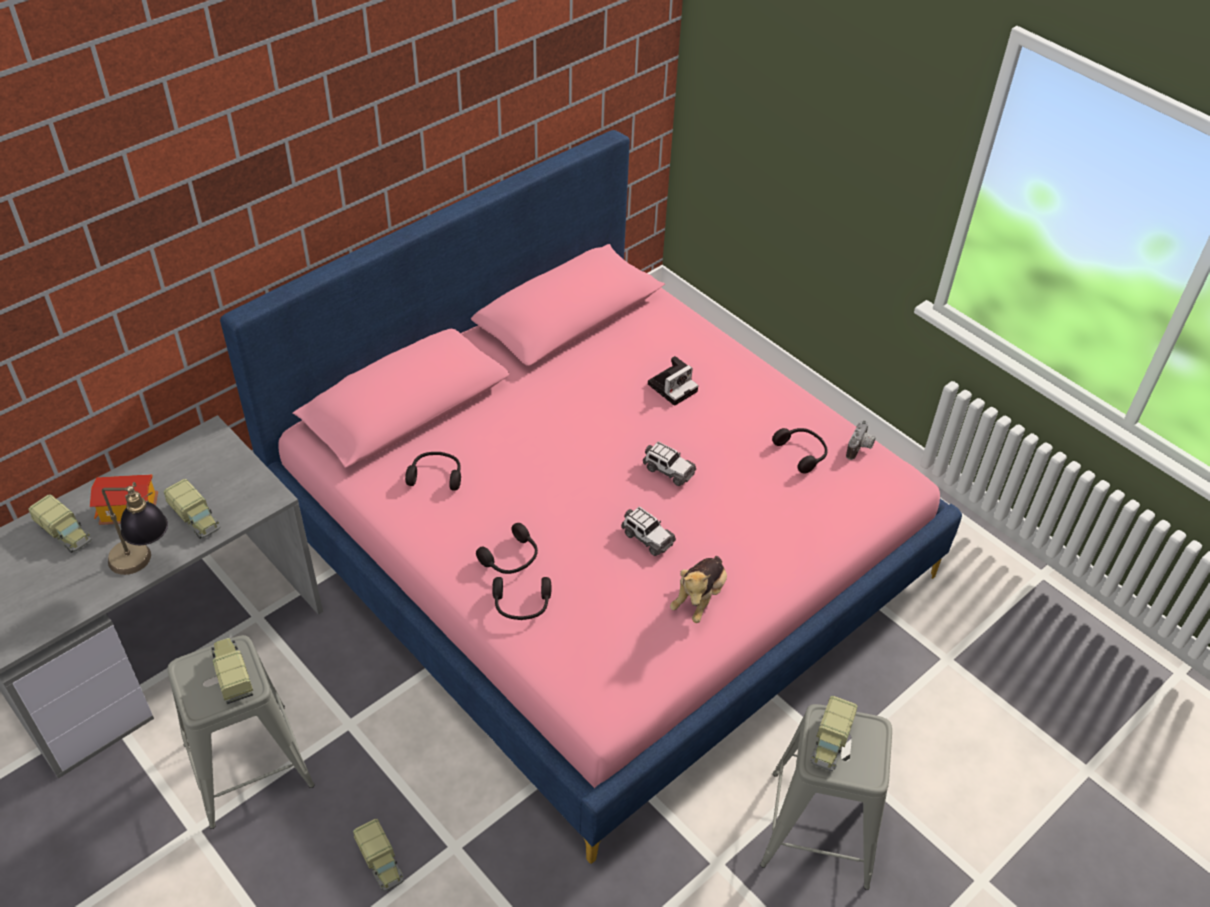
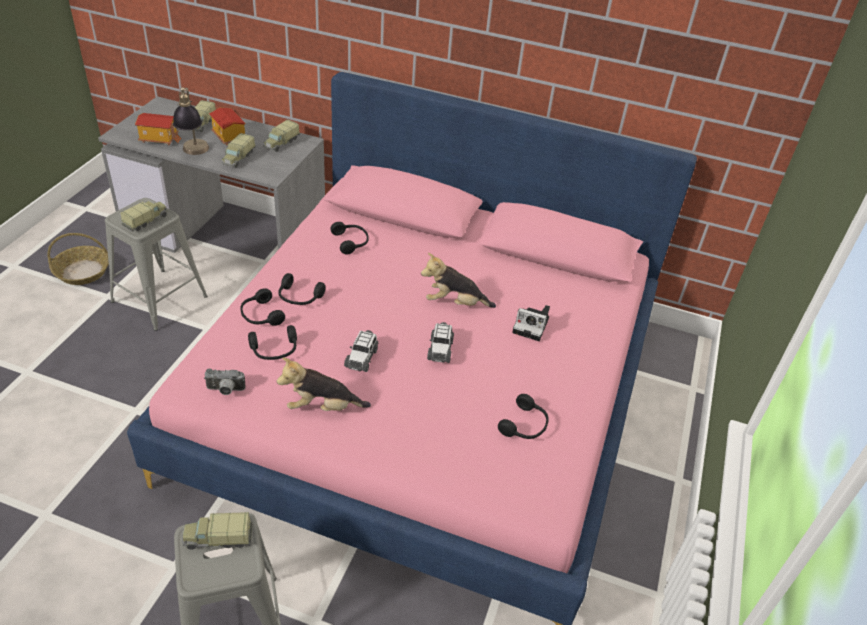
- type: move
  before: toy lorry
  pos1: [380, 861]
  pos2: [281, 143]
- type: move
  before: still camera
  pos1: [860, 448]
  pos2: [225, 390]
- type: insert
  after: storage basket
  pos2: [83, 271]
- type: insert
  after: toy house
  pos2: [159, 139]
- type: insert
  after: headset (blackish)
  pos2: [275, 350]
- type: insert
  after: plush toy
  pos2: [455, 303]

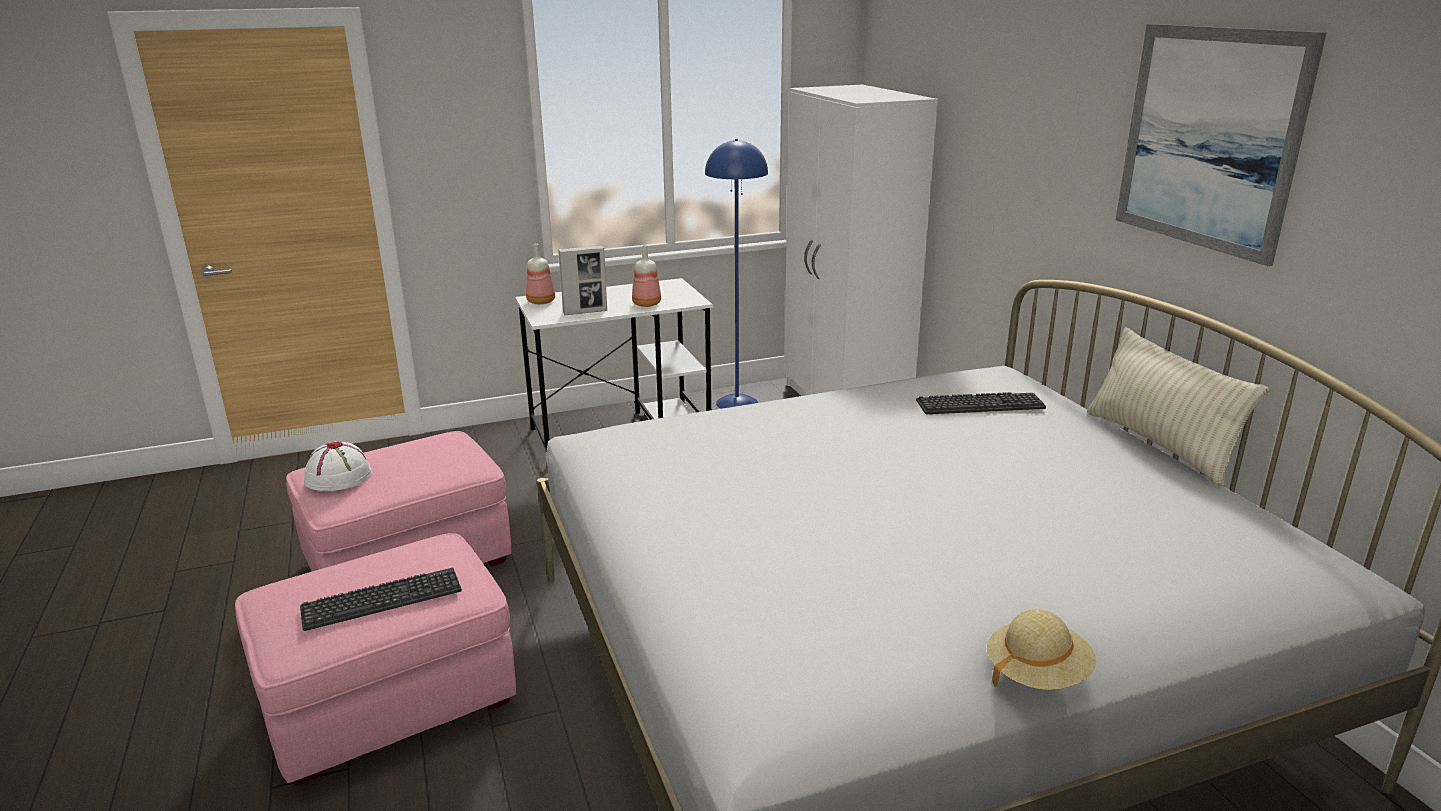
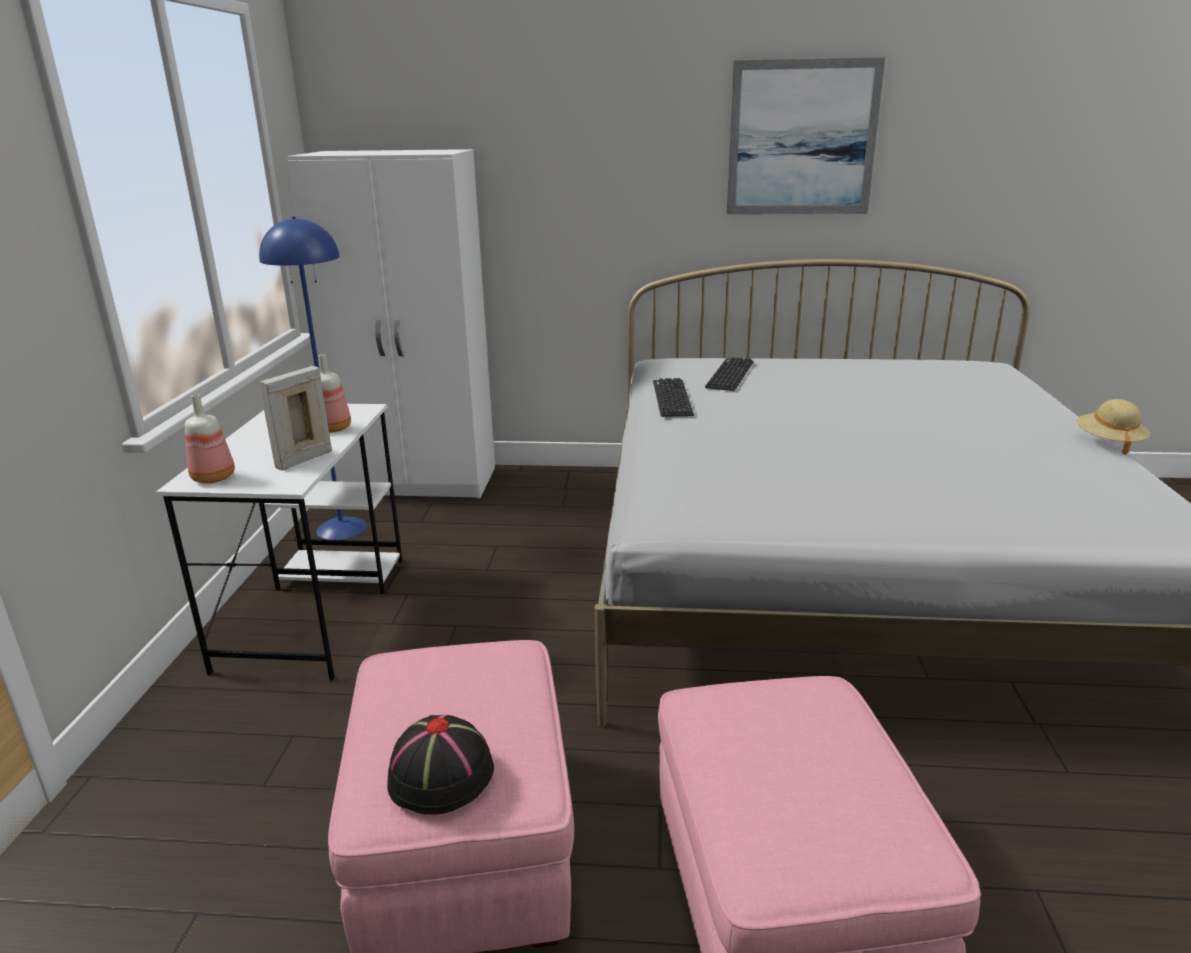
- type: move
  before: PC keyboard
  pos1: [382, 599]
  pos2: [672, 398]
- type: recolor
  before: clothing hat (whitish)
  after: clothing hat (blackish)
  pos1: [338, 477]
  pos2: [440, 776]
- type: rotate
  before: picture frame
  pos1: [585, 312]
  pos2: [304, 460]
  turn: -150
- type: delete
  before: pillow (beige)
  pos1: [1159, 445]

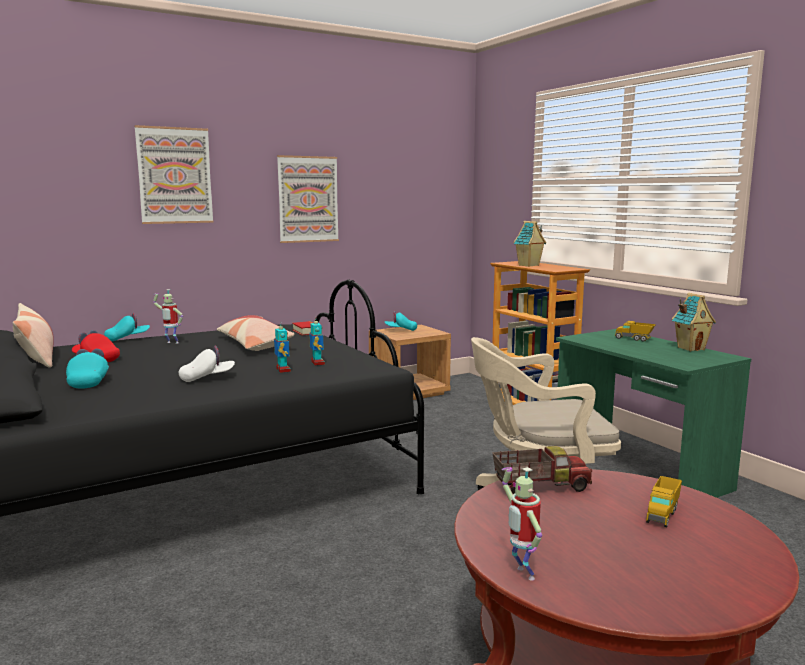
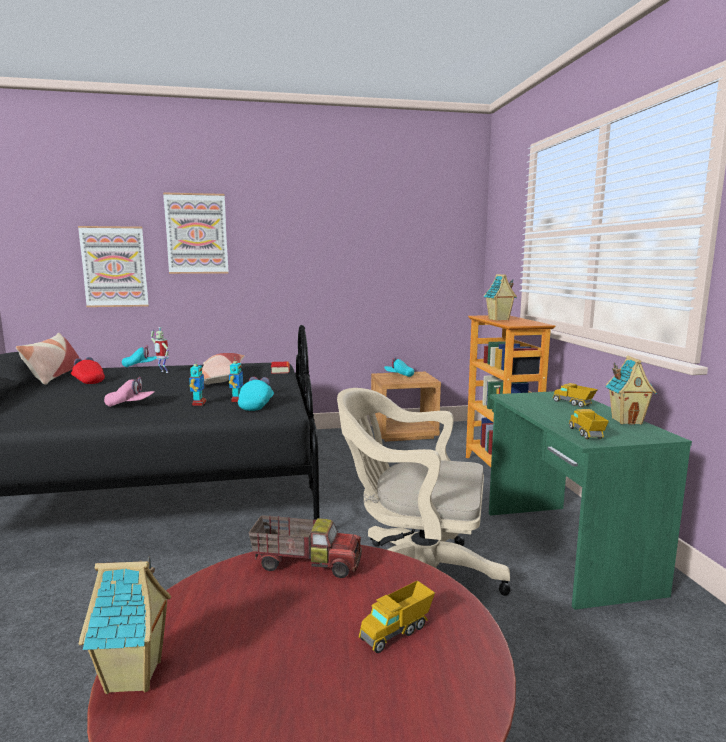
- type: move
  before: cap (turquoise)
  pos1: [89, 382]
  pos2: [256, 405]
- type: recolor
  before: cap (whitish)
  after: cap (pink)
  pos1: [207, 378]
  pos2: [130, 405]
- type: move
  before: wall art
  pos1: [308, 199]
  pos2: [114, 267]
- type: replace
  before: toy robot
  after: toy house
  pos1: [522, 574]
  pos2: [135, 677]
- type: insert
  after: toy lorry
  pos2: [586, 434]

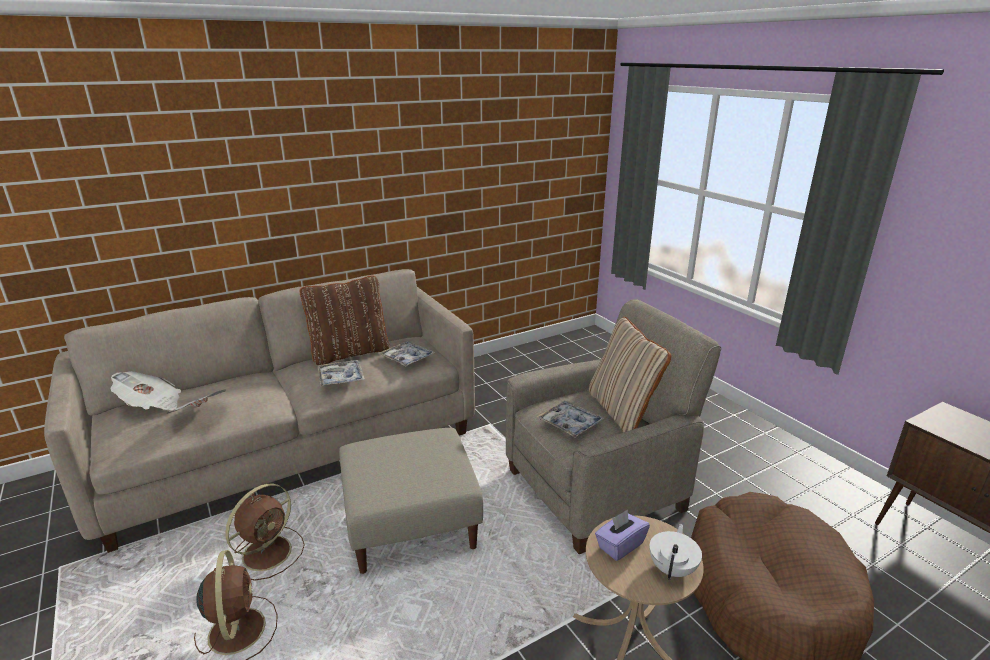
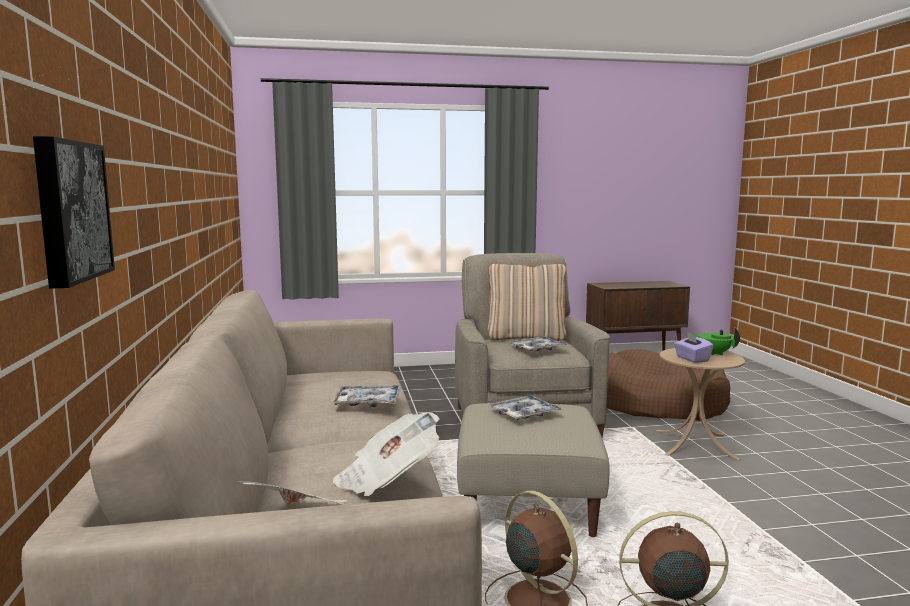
- type: delete
  before: pillow (brown)
  pos1: [350, 353]
- type: move
  before: serving tray
  pos1: [407, 358]
  pos2: [524, 414]
- type: recolor
  before: teapot (whitish)
  after: teapot (green)
  pos1: [672, 569]
  pos2: [714, 353]
- type: insert
  after: wall art
  pos2: [69, 211]

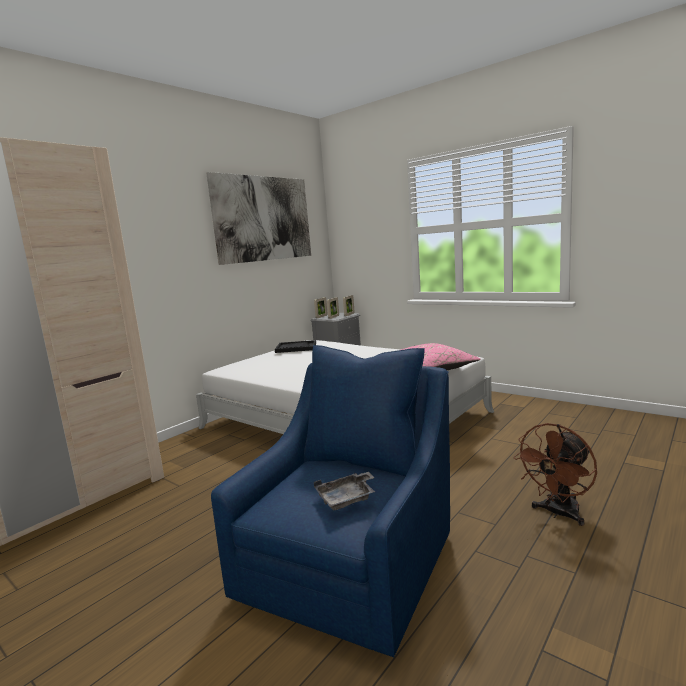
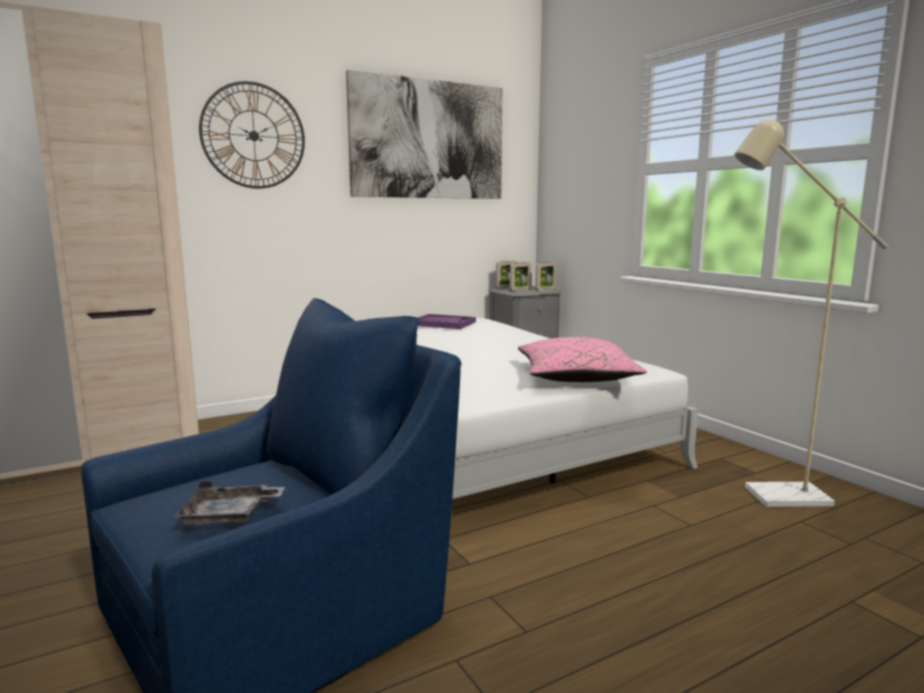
- type: recolor
  before: serving tray (blackish)
  after: serving tray (purple)
  pos1: [296, 348]
  pos2: [443, 323]
- type: delete
  before: cooling fan (brown)
  pos1: [558, 513]
- type: insert
  after: hanging clock
  pos2: [253, 136]
- type: insert
  after: standard lamp (beige)
  pos2: [774, 496]

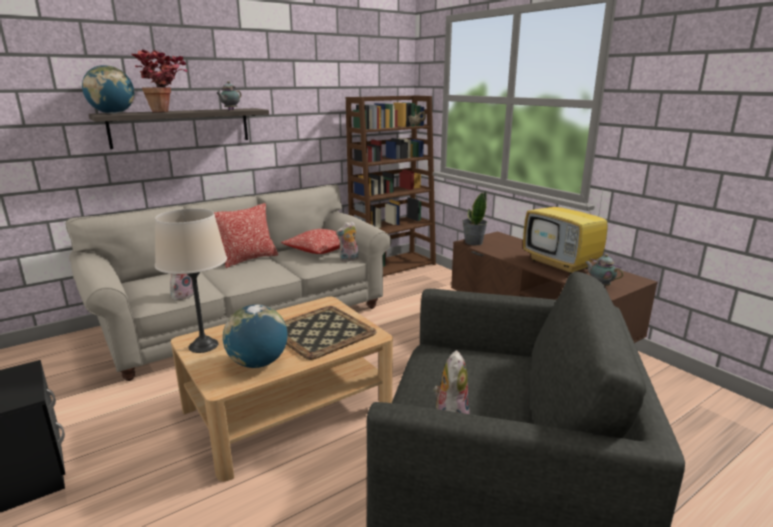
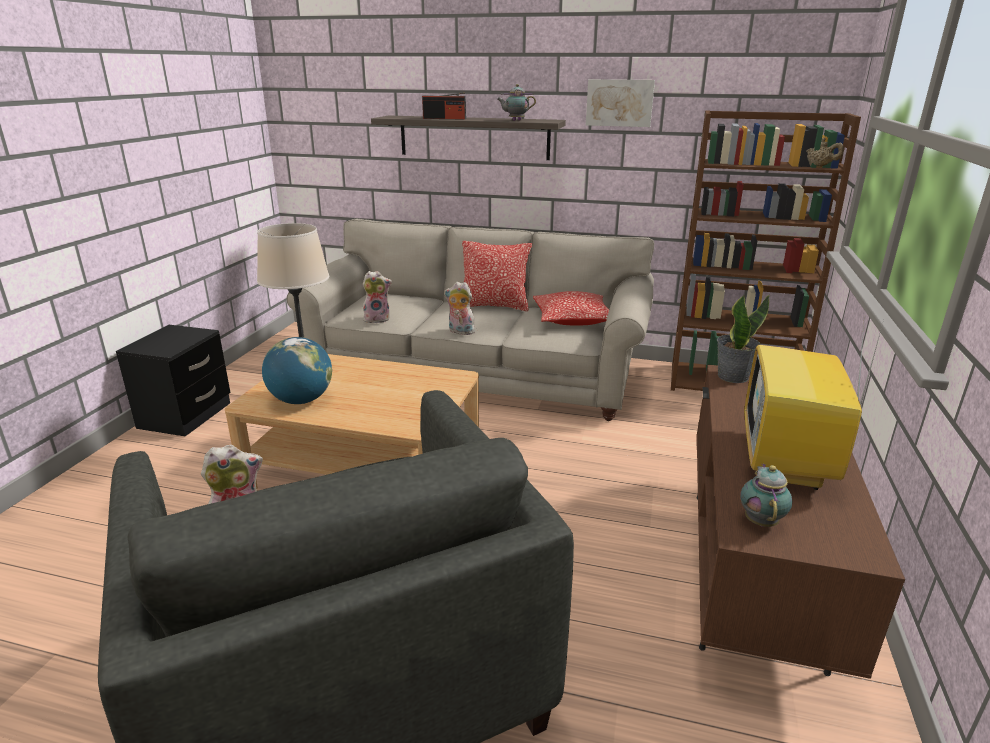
- type: delete
  before: desk globe
  pos1: [113, 113]
- type: replace
  before: houseplant
  after: radio receiver
  pos1: [166, 112]
  pos2: [444, 118]
- type: delete
  before: serving tray
  pos1: [322, 332]
- type: move
  before: plush toy
  pos1: [349, 259]
  pos2: [460, 332]
- type: insert
  after: wall art
  pos2: [619, 103]

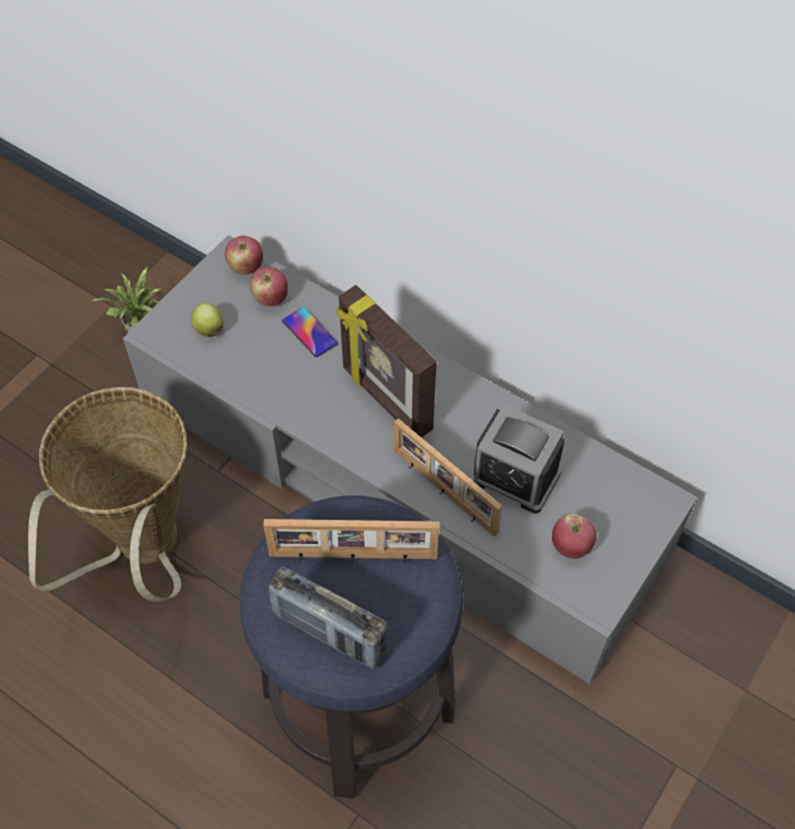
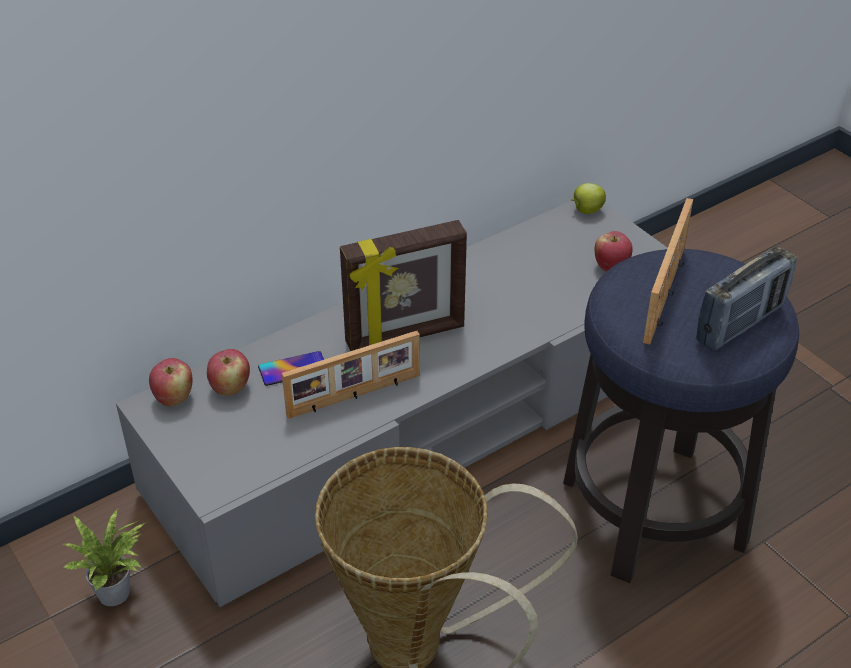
- type: move
  before: whole apple
  pos1: [209, 329]
  pos2: [586, 210]
- type: move
  before: picture frame
  pos1: [443, 492]
  pos2: [355, 396]
- type: delete
  before: table clock
  pos1: [514, 476]

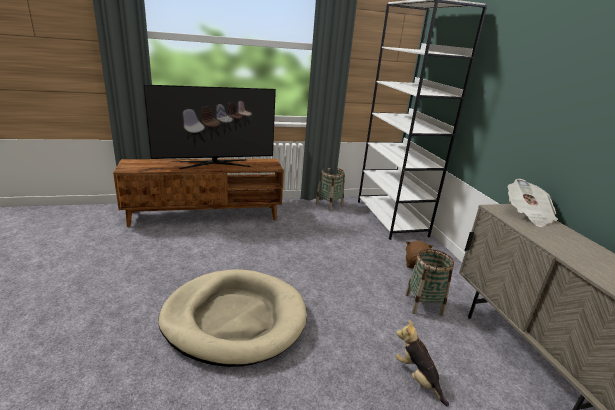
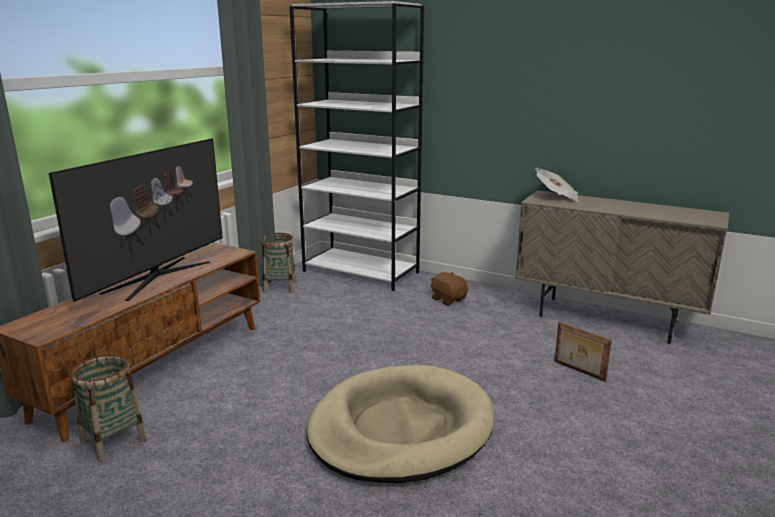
- type: replace
  before: plush toy
  after: picture frame
  pos1: [417, 377]
  pos2: [578, 371]
- type: move
  before: storage basket
  pos1: [423, 304]
  pos2: [113, 440]

